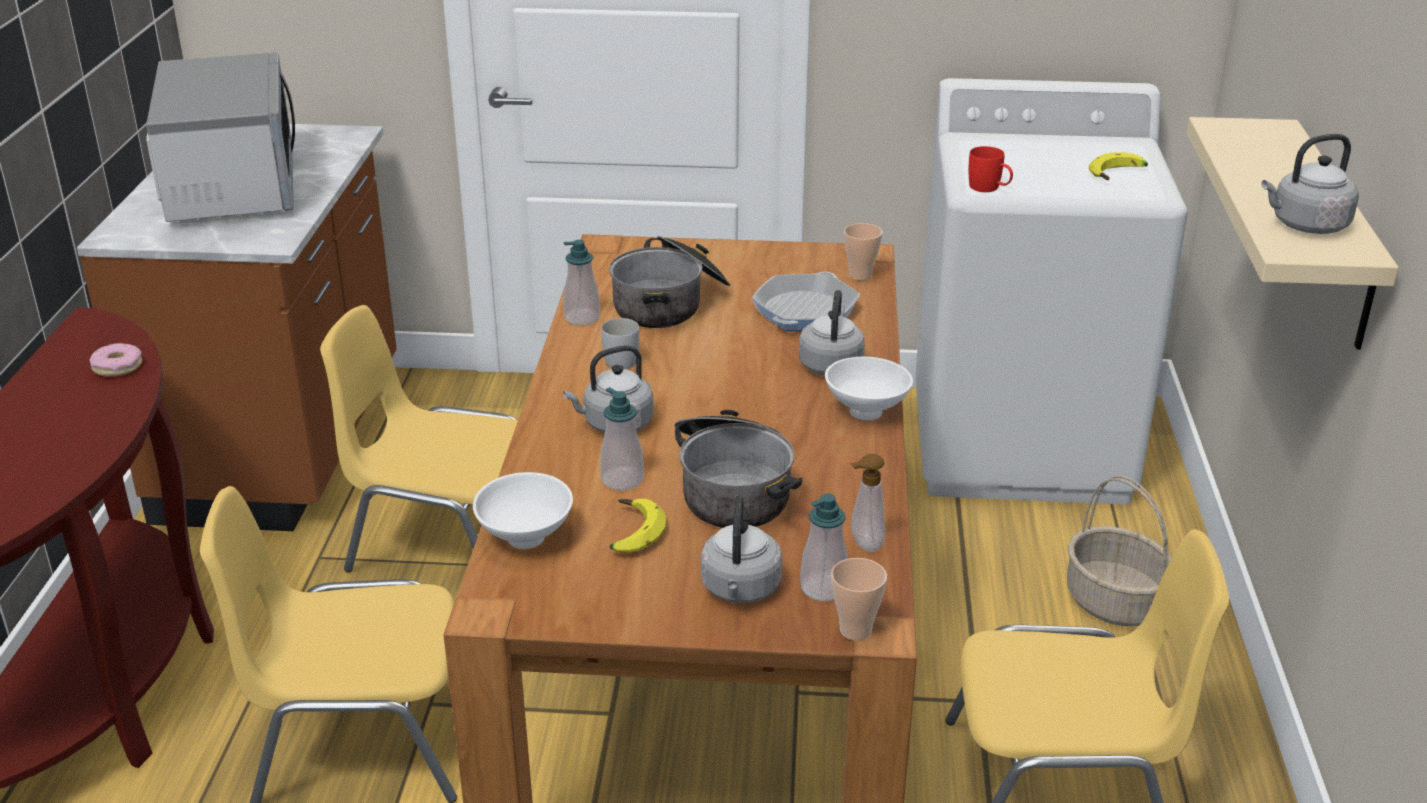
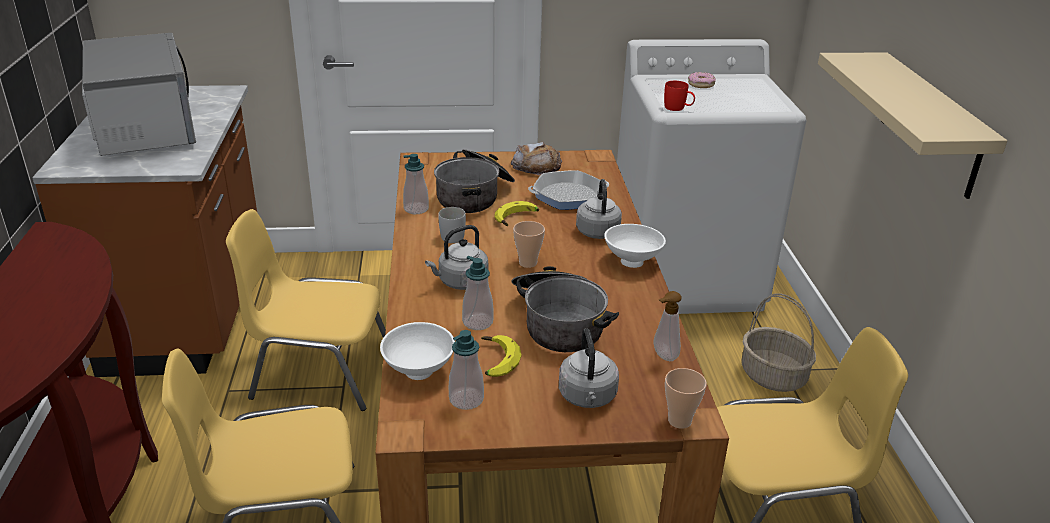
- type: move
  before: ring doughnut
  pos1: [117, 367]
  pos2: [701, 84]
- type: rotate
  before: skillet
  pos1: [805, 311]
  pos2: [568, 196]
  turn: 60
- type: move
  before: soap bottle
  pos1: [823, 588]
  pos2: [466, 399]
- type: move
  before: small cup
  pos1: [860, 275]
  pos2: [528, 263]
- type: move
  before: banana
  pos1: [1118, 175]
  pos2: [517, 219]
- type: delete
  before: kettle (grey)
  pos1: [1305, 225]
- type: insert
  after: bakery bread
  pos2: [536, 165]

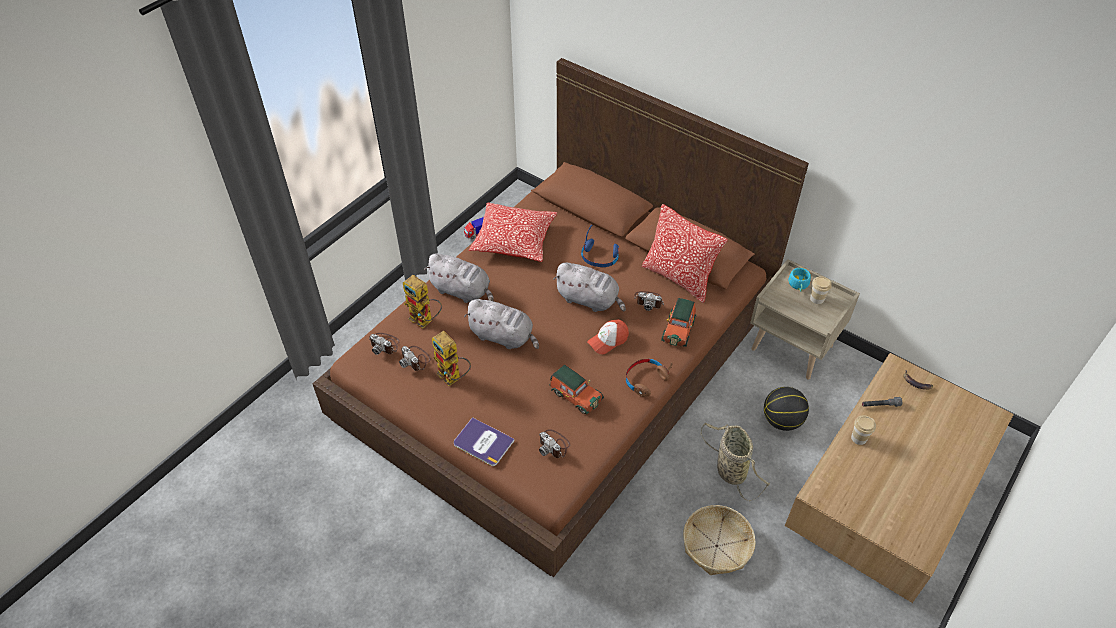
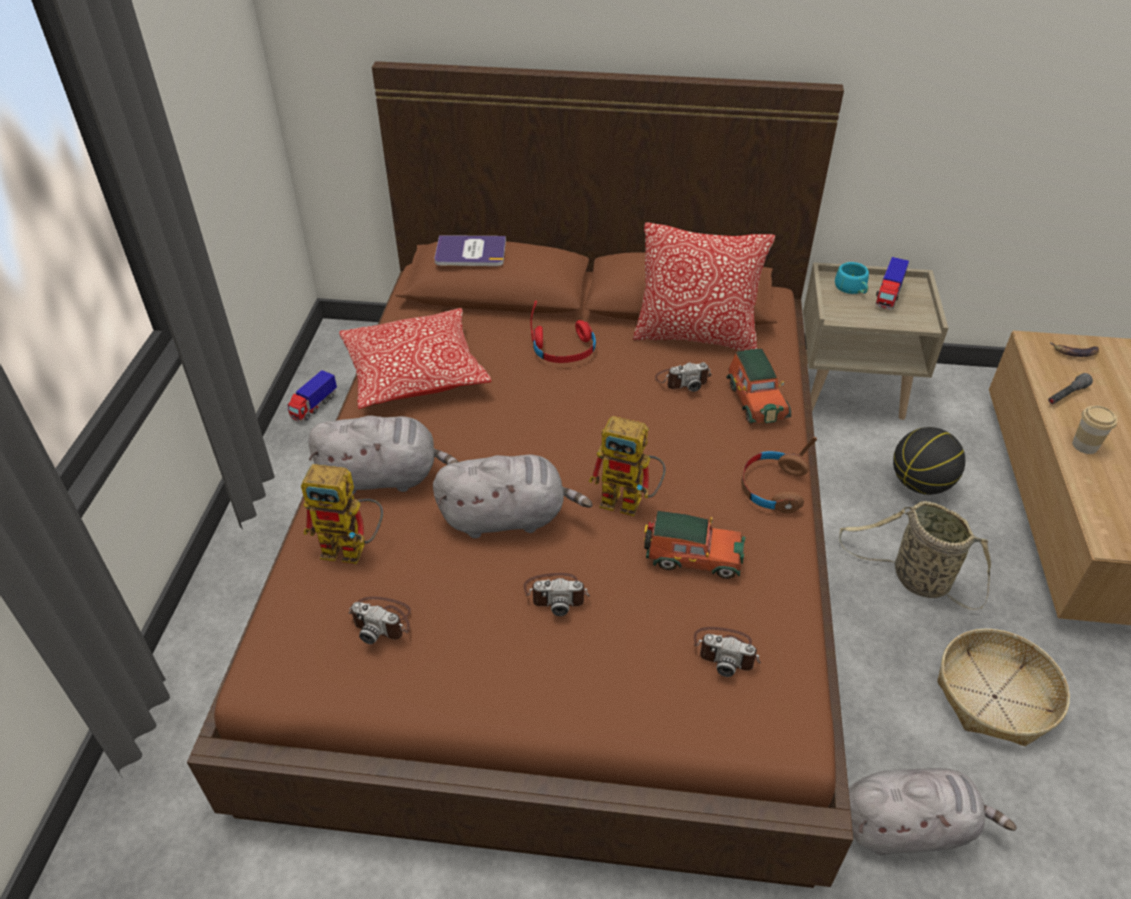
- type: move
  before: still camera
  pos1: [385, 344]
  pos2: [556, 593]
- type: move
  before: toy robot
  pos1: [453, 378]
  pos2: [630, 502]
- type: move
  before: book
  pos1: [483, 442]
  pos2: [470, 252]
- type: move
  before: plush toy (grey)
  pos1: [589, 300]
  pos2: [908, 826]
- type: recolor
  before: headset (bluish)
  after: headset (red-coloured)
  pos1: [599, 257]
  pos2: [564, 350]
- type: delete
  before: cap
  pos1: [608, 340]
- type: replace
  before: small cup
  after: toy lorry
  pos1: [817, 298]
  pos2: [888, 296]

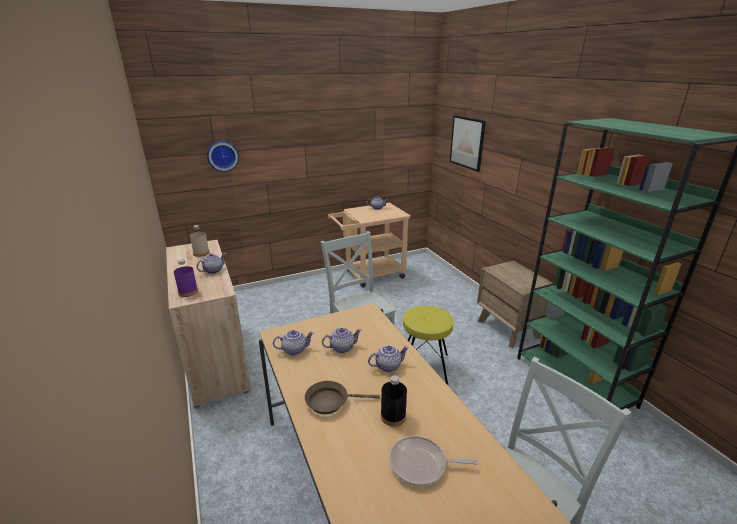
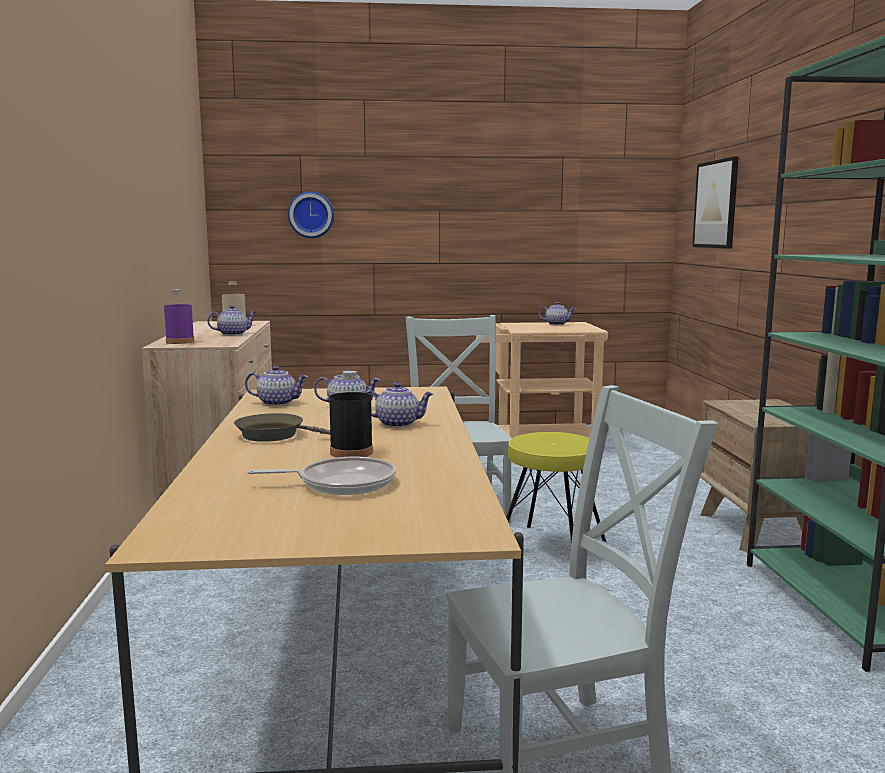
- type: rotate
  before: skillet
  pos1: [421, 465]
  pos2: [341, 484]
  turn: 150

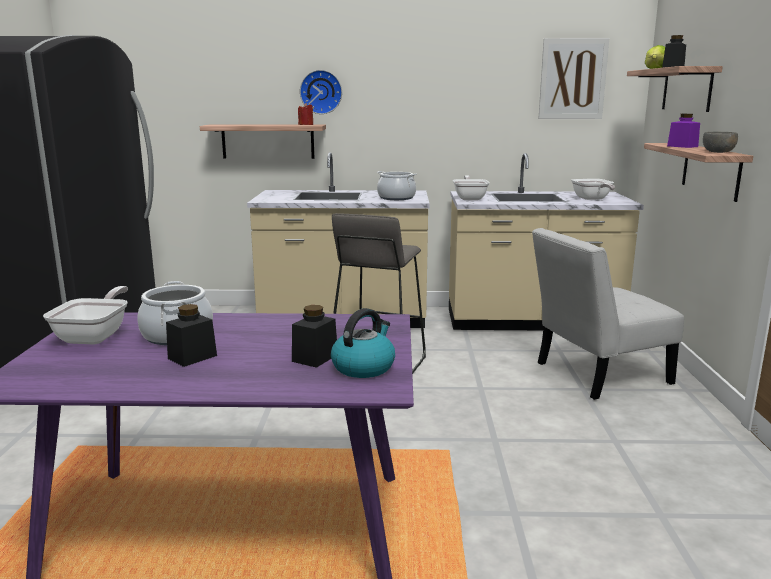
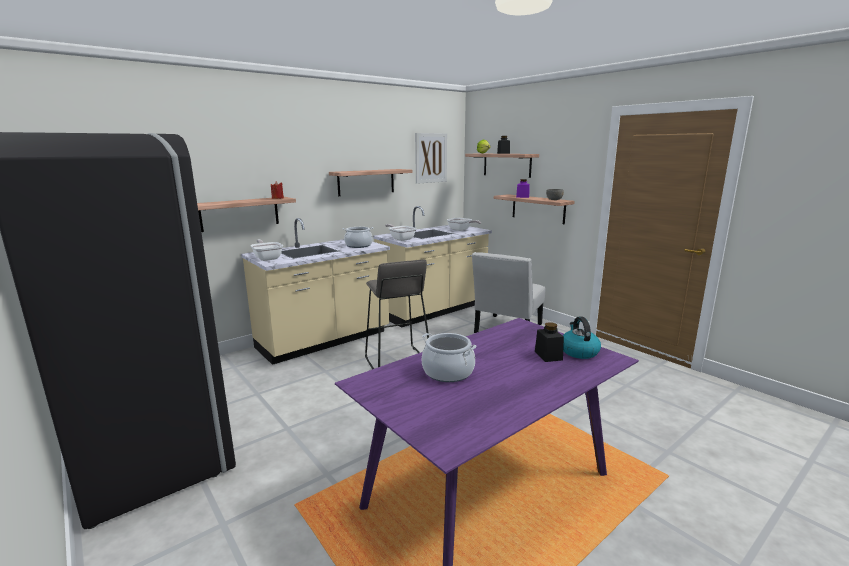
- type: move
  before: skillet
  pos1: [96, 336]
  pos2: [267, 258]
- type: delete
  before: storage jar (blackish)
  pos1: [192, 357]
- type: delete
  before: hanging clock
  pos1: [321, 92]
- type: insert
  after: bracket shelf
  pos2: [366, 182]

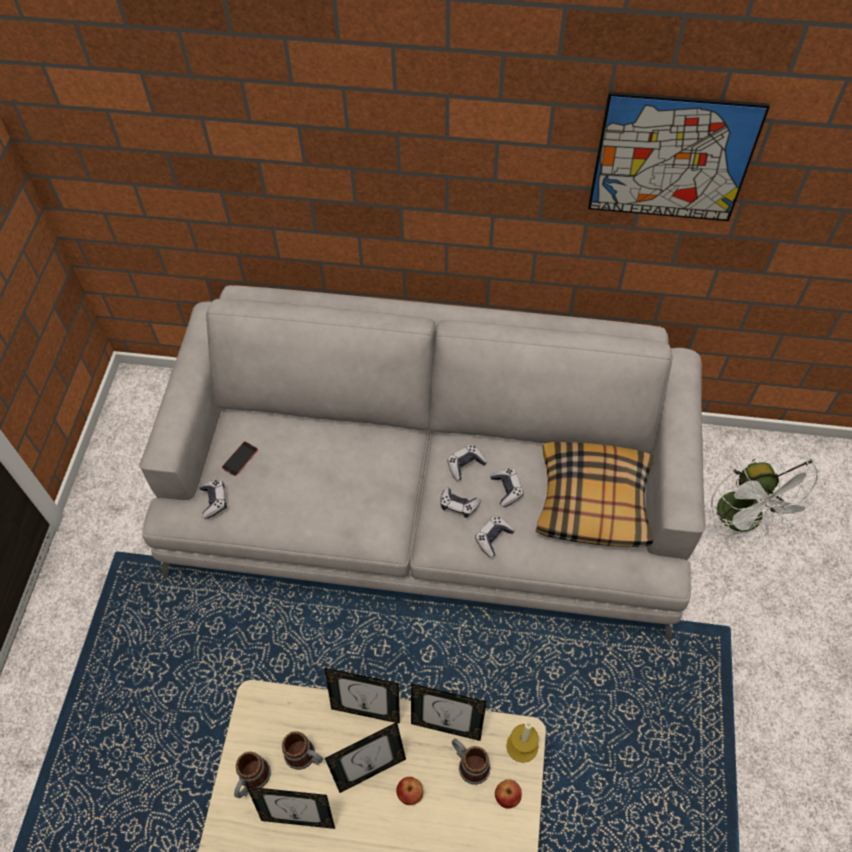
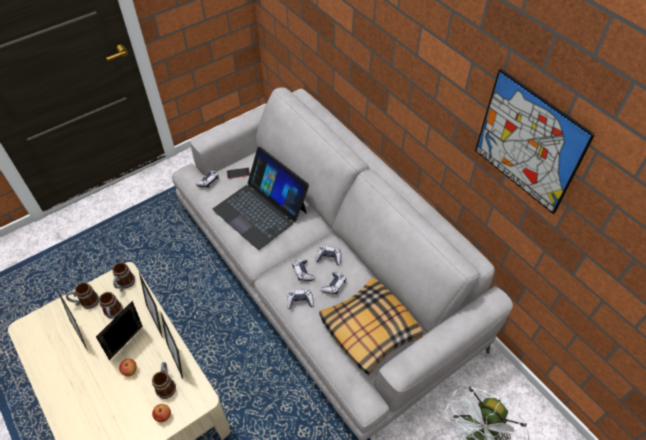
- type: rotate
  before: picture frame
  pos1: [370, 770]
  pos2: [128, 345]
  turn: 105
- type: delete
  before: candle
  pos1: [522, 746]
- type: insert
  after: mug
  pos2: [124, 284]
- type: insert
  after: portable computer
  pos2: [261, 210]

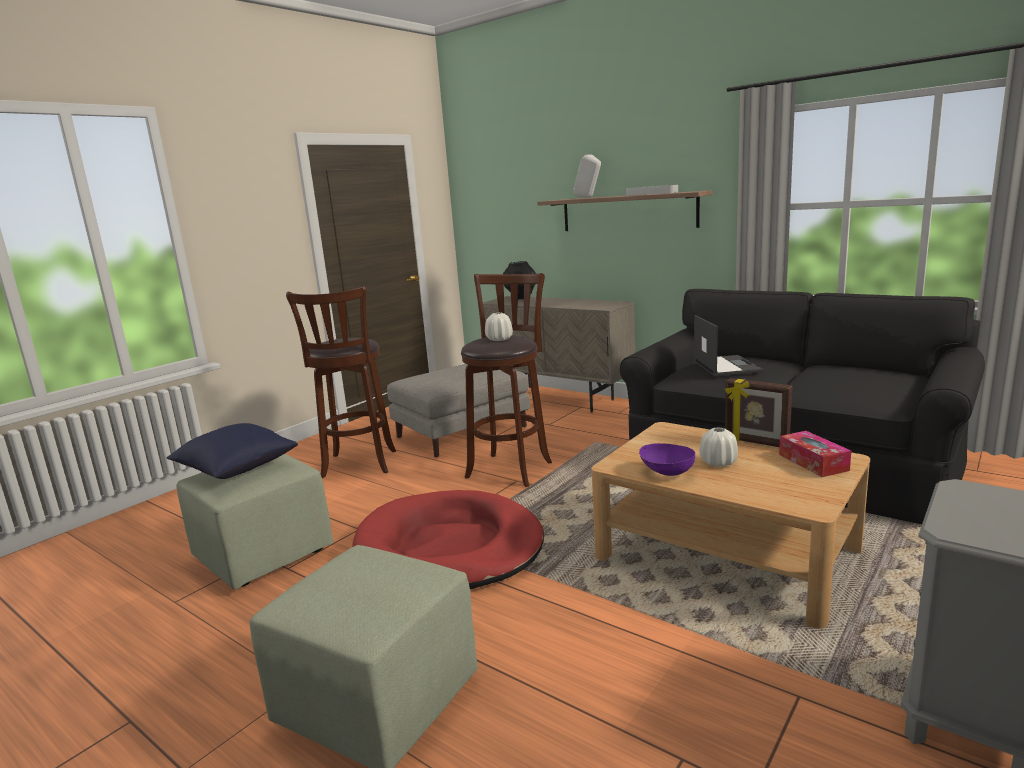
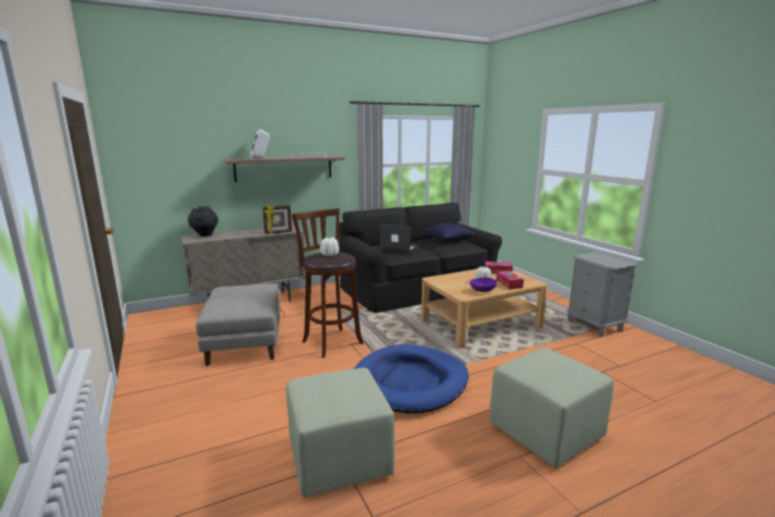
- type: move
  before: pillow (bluish)
  pos1: [236, 469]
  pos2: [449, 240]
- type: delete
  before: sitting stool (brown)
  pos1: [358, 465]
- type: recolor
  before: dog cushion (red-coloured)
  after: dog cushion (bluish)
  pos1: [449, 547]
  pos2: [410, 382]
- type: move
  before: picture frame
  pos1: [756, 442]
  pos2: [278, 233]
- type: insert
  after: tissue holder
  pos2: [509, 284]

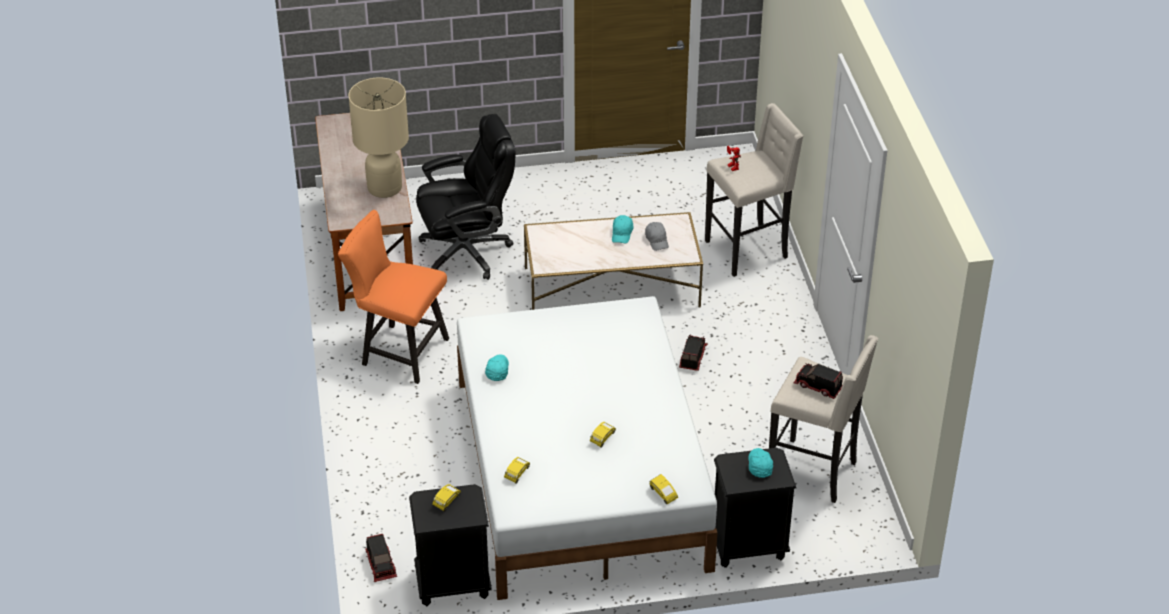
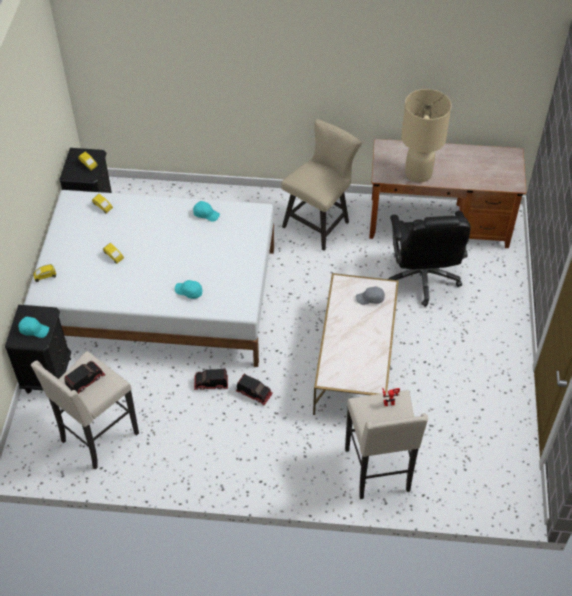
- type: recolor
  before: plain chair (orangey)
  after: plain chair (beige)
  pos1: [399, 351]
  pos2: [319, 222]
- type: move
  before: toy lorry
  pos1: [381, 565]
  pos2: [211, 384]
- type: move
  before: cap (turquoise)
  pos1: [622, 234]
  pos2: [189, 292]
- type: move
  before: cap (grey)
  pos1: [657, 240]
  pos2: [370, 299]

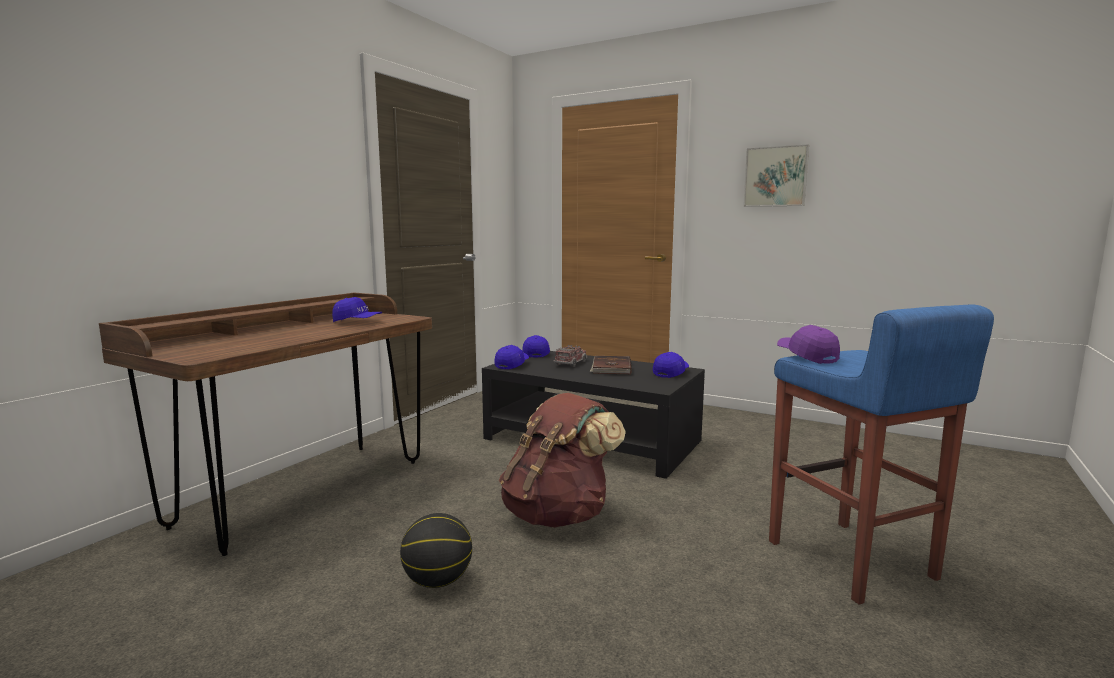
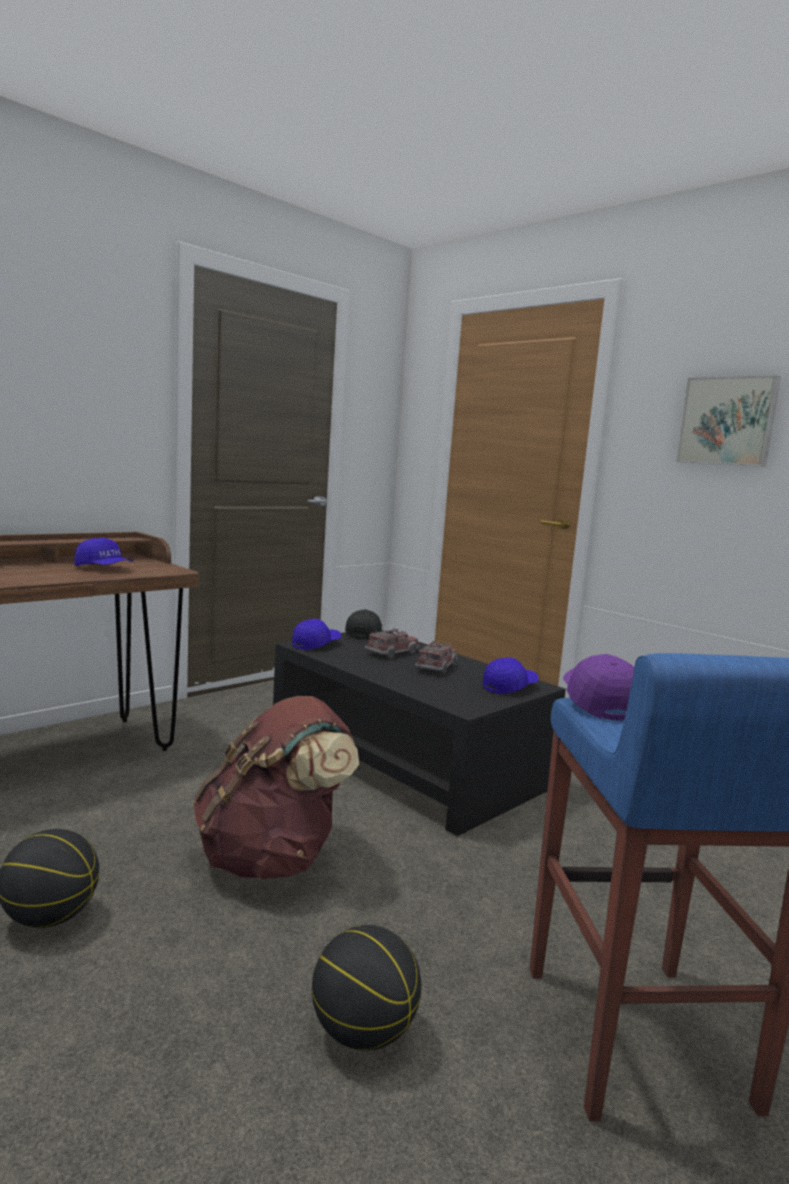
- type: recolor
  before: cap (bluish)
  after: cap (blackish)
  pos1: [535, 353]
  pos2: [364, 633]
- type: replace
  before: book (brown)
  after: toy lorry
  pos1: [610, 368]
  pos2: [436, 667]
- type: insert
  after: basketball ball
  pos2: [363, 1032]

